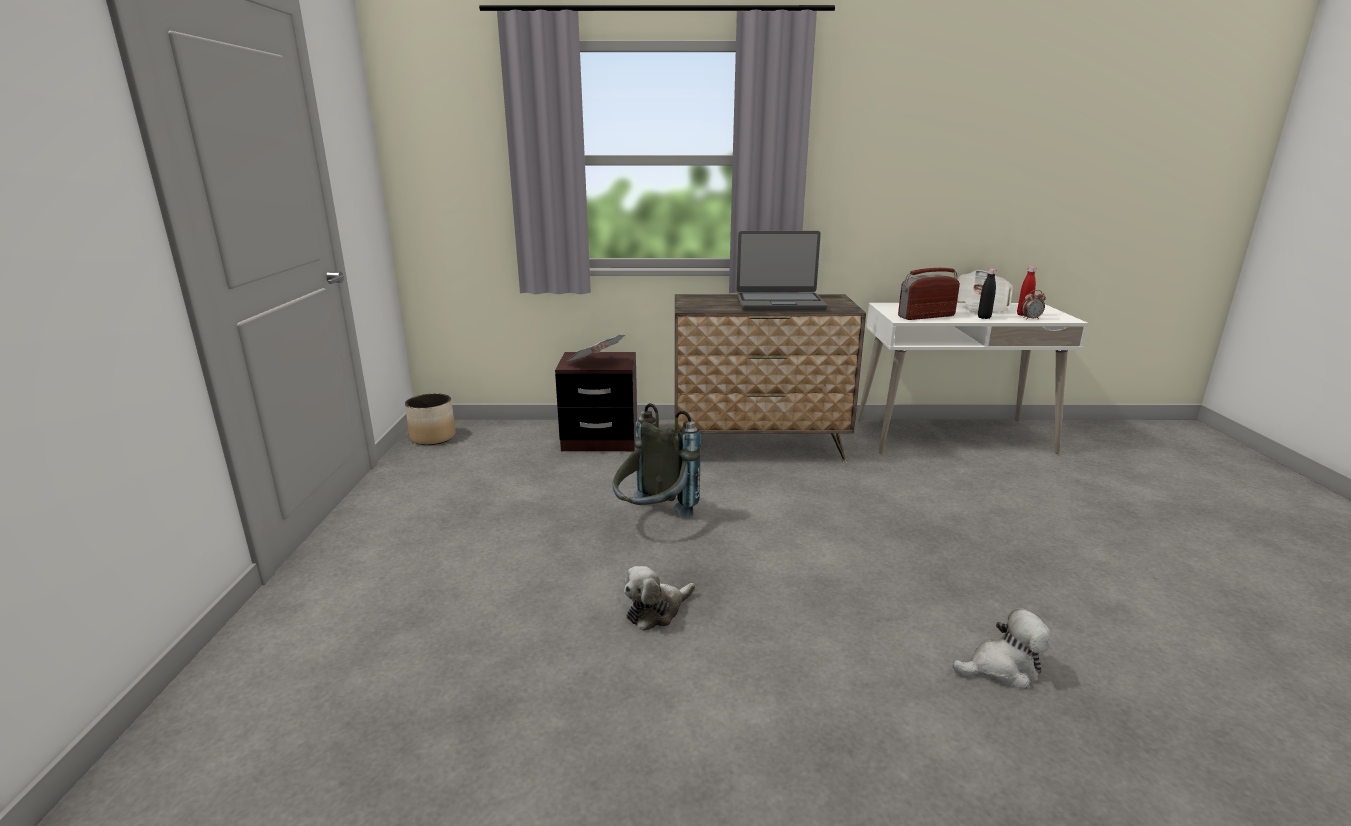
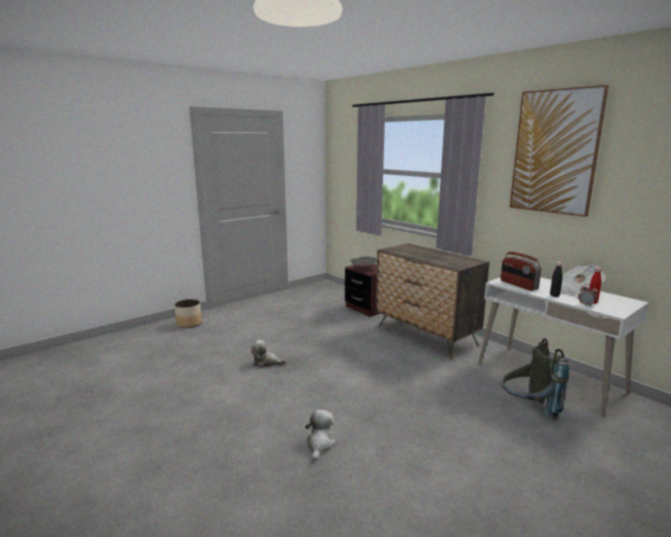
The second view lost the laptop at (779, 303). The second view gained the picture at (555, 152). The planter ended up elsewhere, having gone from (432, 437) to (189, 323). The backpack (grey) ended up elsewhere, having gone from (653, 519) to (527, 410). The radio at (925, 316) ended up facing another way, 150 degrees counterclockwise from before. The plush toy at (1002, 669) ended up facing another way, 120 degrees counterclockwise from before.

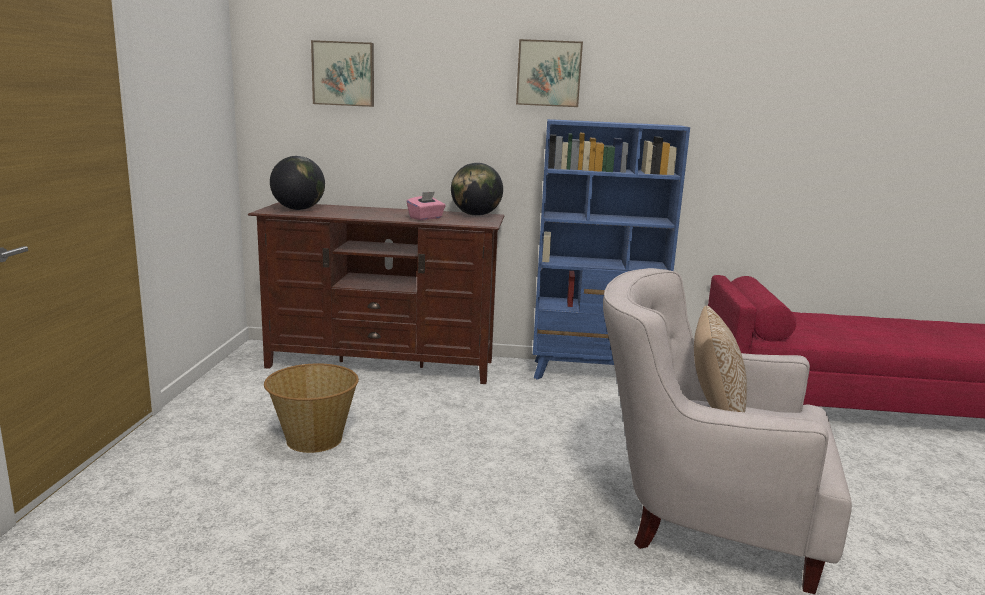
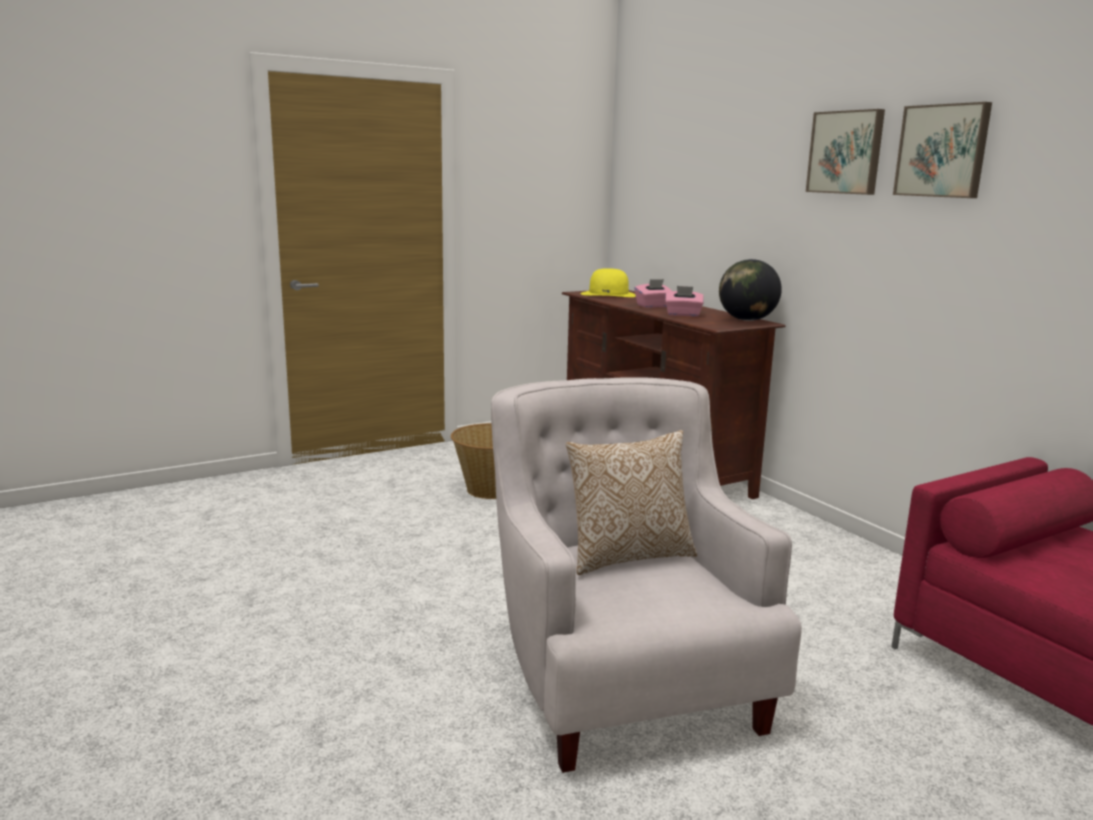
The second view lost the bookcase (blue) at (594, 374). The second view gained the tissue box (pink) at (653, 306). The picture ended up elsewhere, having gone from (344, 74) to (943, 151). Where the globe stood at (298, 209), the hat (yellow) came to stand at (609, 294).

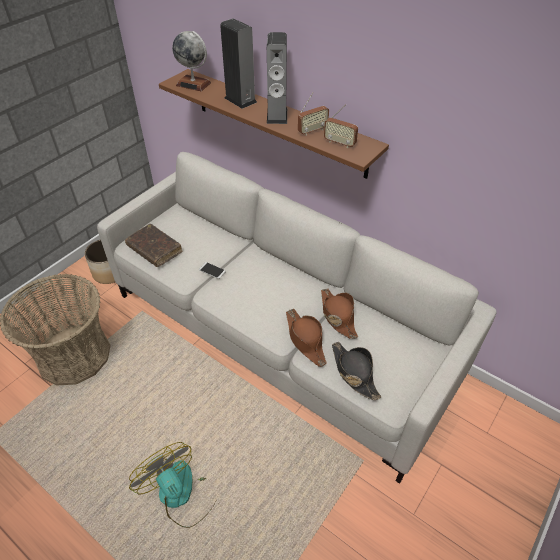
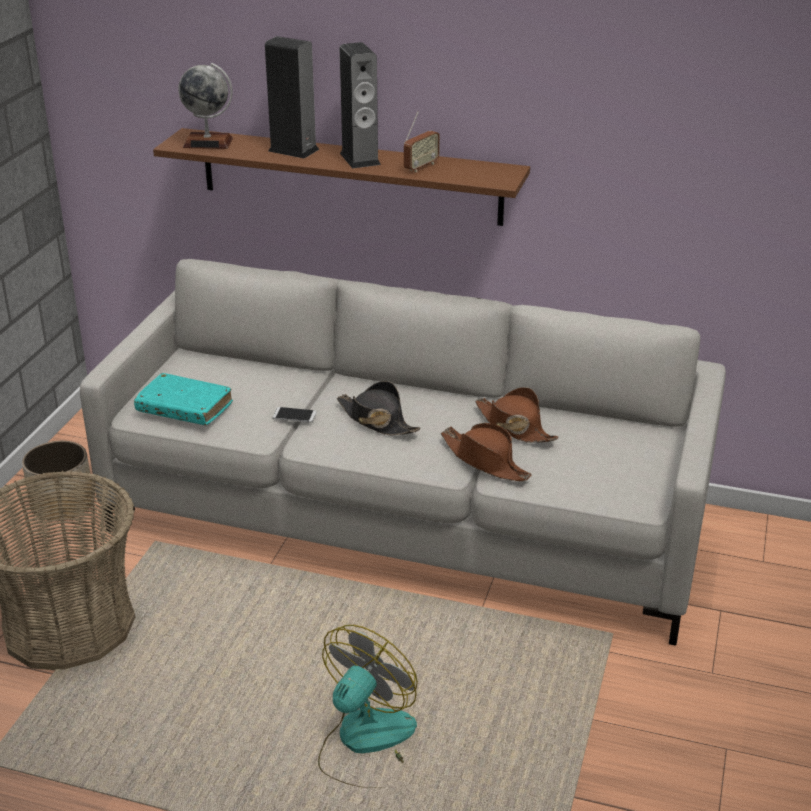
The second view lost the radio at (339, 143). The hat (black) ended up elsewhere, having gone from (354, 373) to (376, 420). What was the book (brown) at (154, 249) turned into the book (turquoise) at (184, 408). The fan at (182, 494) ended up facing another way, 90 degrees clockwise from before.

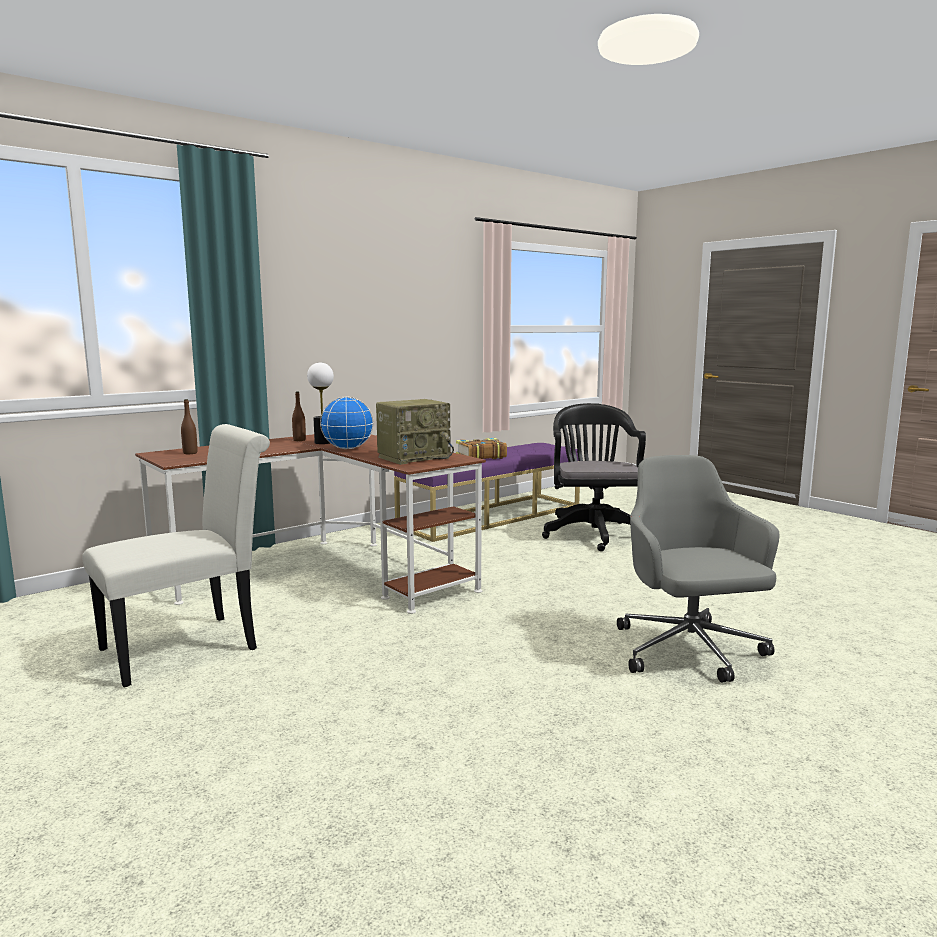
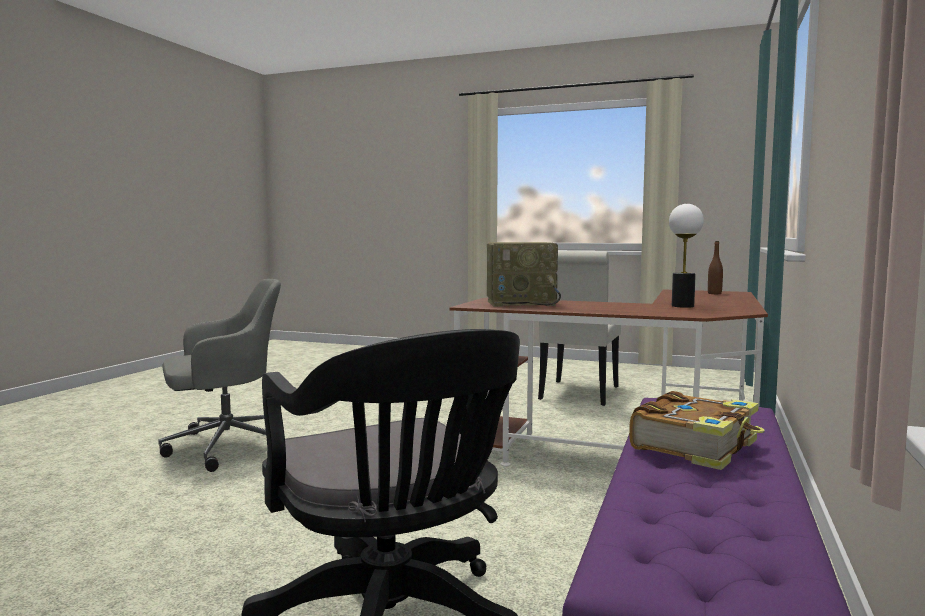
The second view lost the bottle (brown) at (299, 440). The second view lost the globe at (348, 448). The radio at (414, 457) ended up facing another way, 120 degrees counterclockwise from before. The office chair (grey) at (689, 651) ended up facing another way, 75 degrees counterclockwise from before.

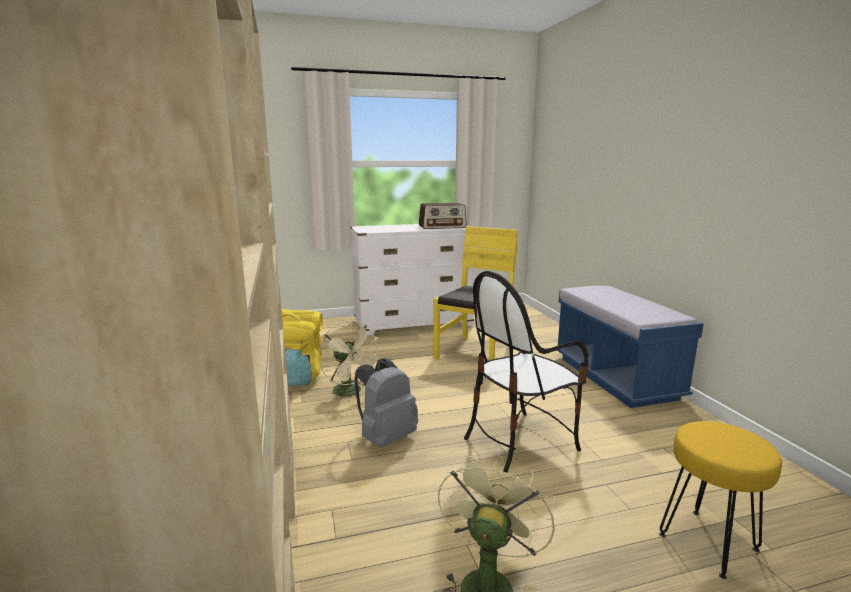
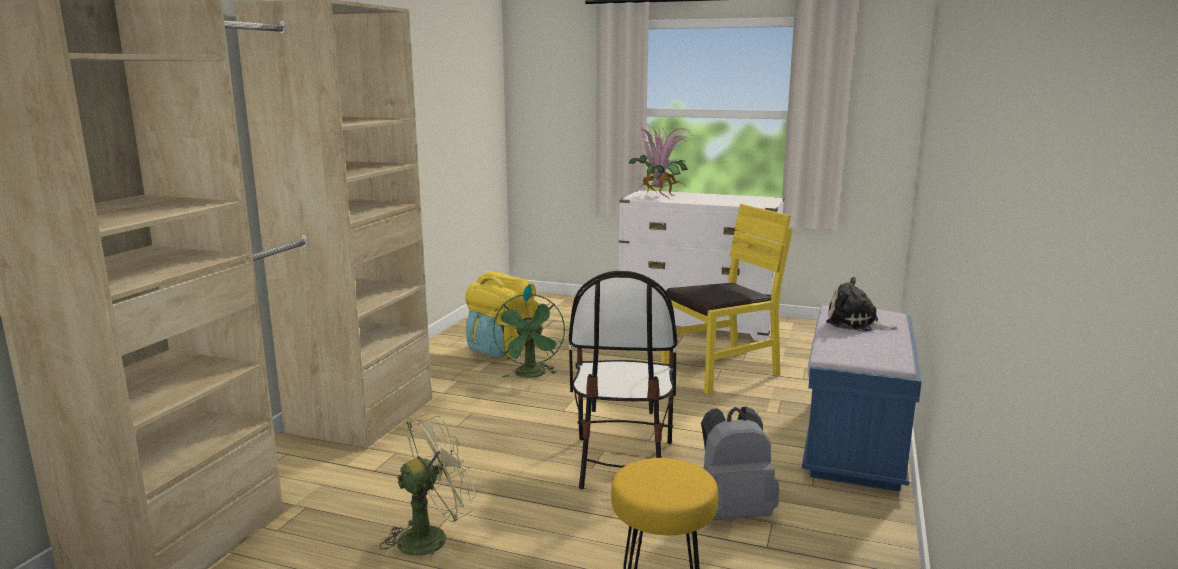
The second view lost the radio at (442, 227). The second view gained the potted plant at (658, 196). The second view gained the plush toy at (856, 323). The backpack (grey) ended up elsewhere, having gone from (385, 437) to (732, 512). What was the fan (beige) at (351, 392) turned into the fan (green) at (531, 375). The chair at (519, 441) ended up facing another way, 90 degrees counterclockwise from before.

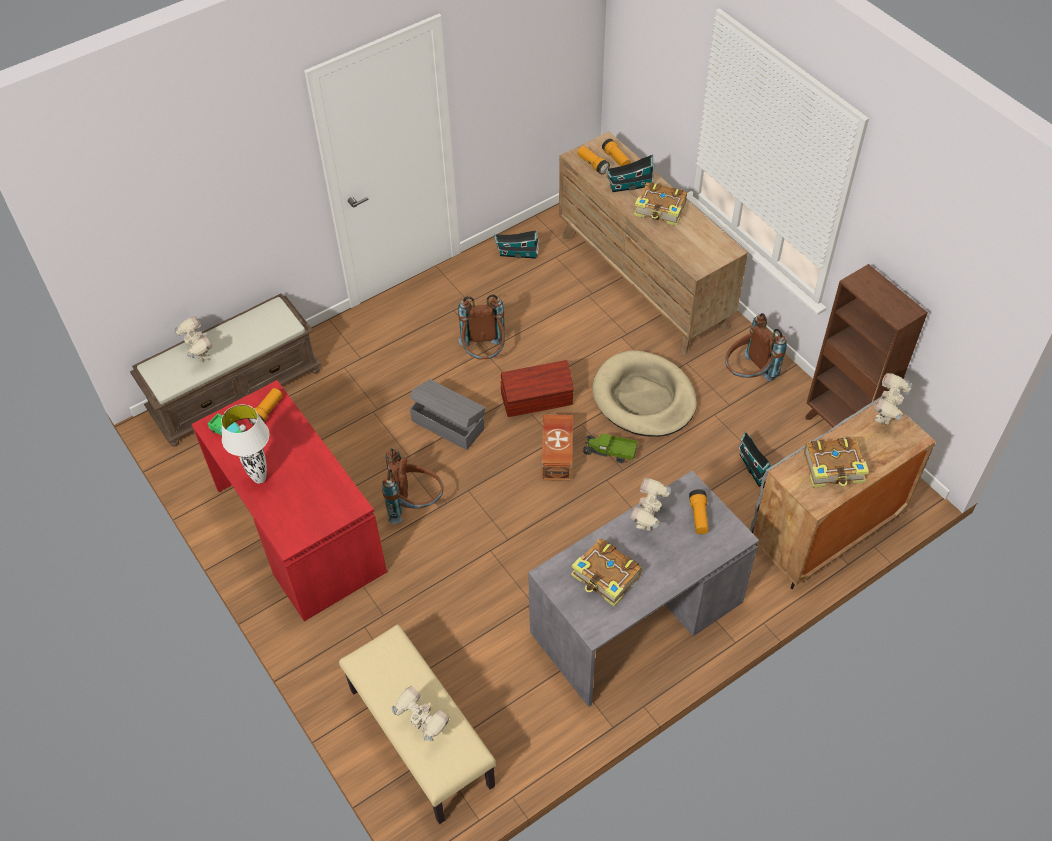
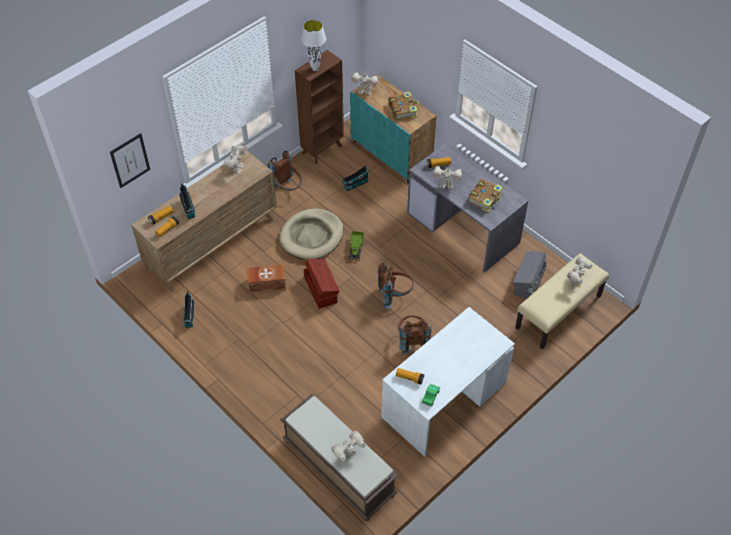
The second view lost the book at (661, 210). The second view gained the picture at (130, 160). The second view gained the toy robot at (237, 168). The table lamp (white) ended up elsewhere, having gone from (260, 479) to (315, 69). The storage box (grey) ended up elsewhere, having gone from (448, 424) to (528, 282). The backpack (brown) ended up elsewhere, having gone from (484, 354) to (395, 295). The storage box (brown) ended up elsewhere, having gone from (558, 455) to (266, 283). What was the desk (red) at (298, 530) turned into the desk (white) at (444, 401). What was the cabinet (grey) at (825, 531) turned into the cabinet (turquoise) at (392, 155).

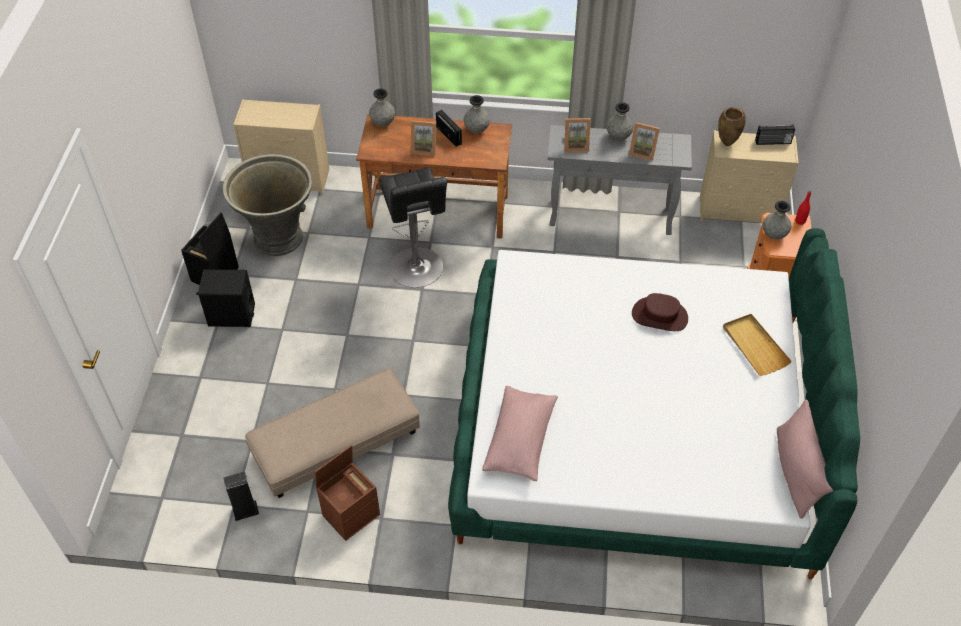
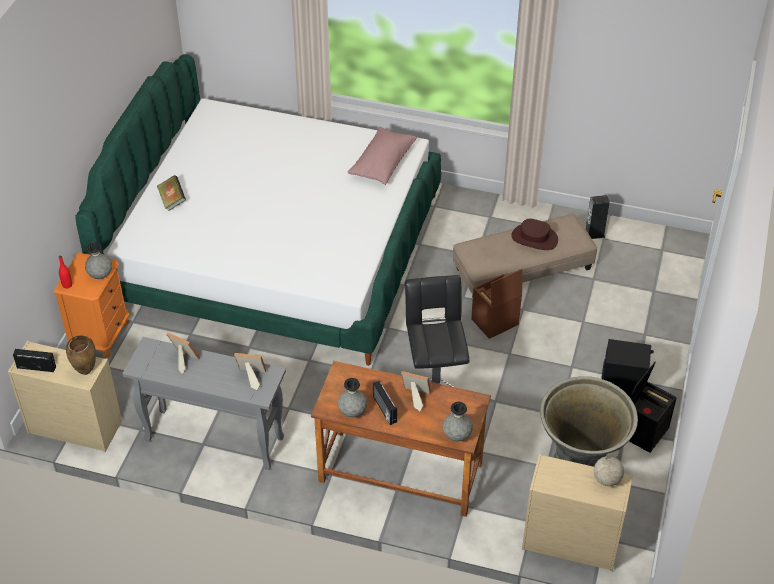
The second view lost the vase (grey) at (618, 137). The second view lost the pillow (pink) at (796, 472). The second view gained the globe at (607, 480). The storage box (brown) ended up elsewhere, having gone from (351, 514) to (494, 322). The hat (brown) ended up elsewhere, having gone from (659, 316) to (534, 238). Where the tray (beige) stood at (754, 346), the book came to stand at (172, 200).

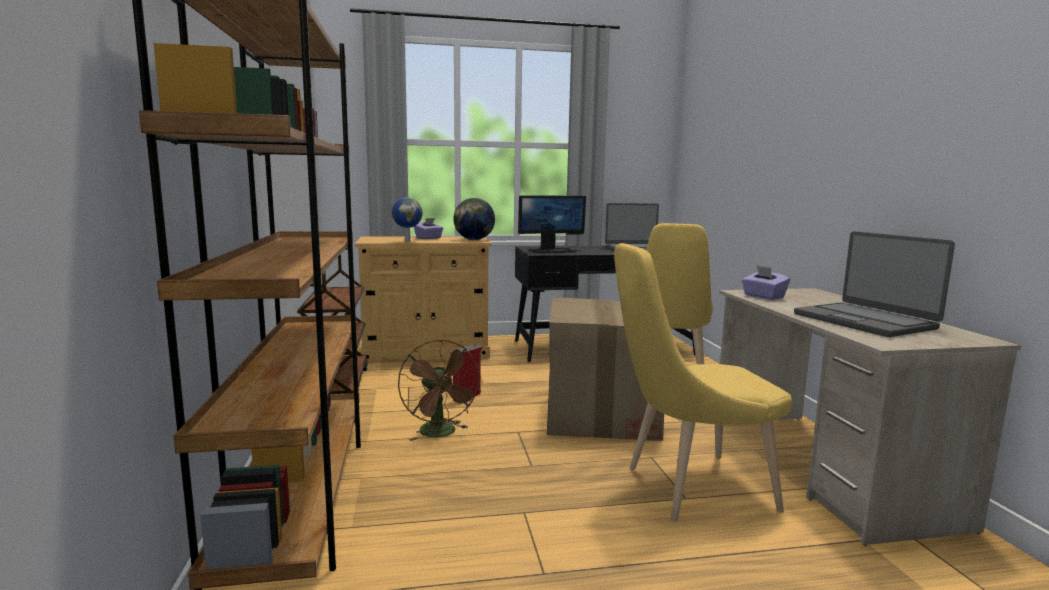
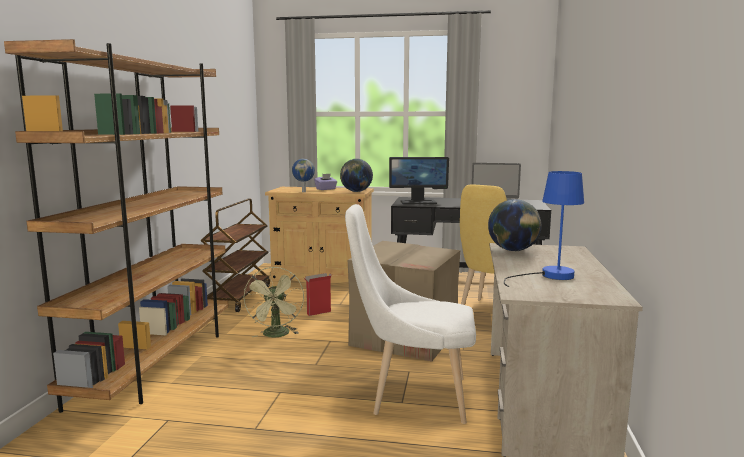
Where the tissue box (purple) stood at (763, 296), the globe came to stand at (513, 250). Where the laptop stood at (864, 321), the table lamp (blue) came to stand at (549, 276). What was the fan (brown) at (441, 434) turned into the fan (green) at (276, 335). What was the chair (yellow) at (689, 489) turned into the chair (white) at (412, 396).

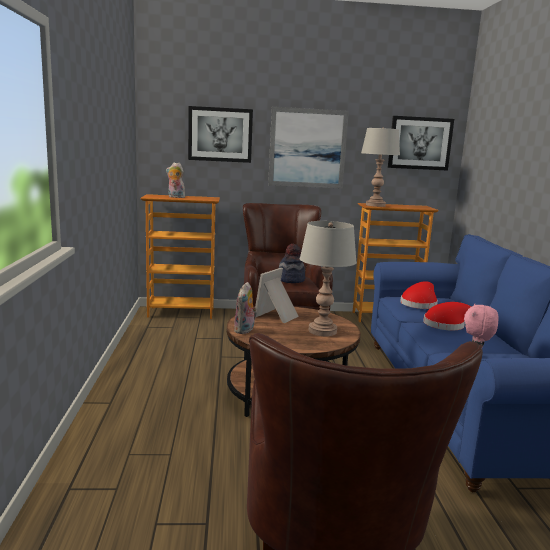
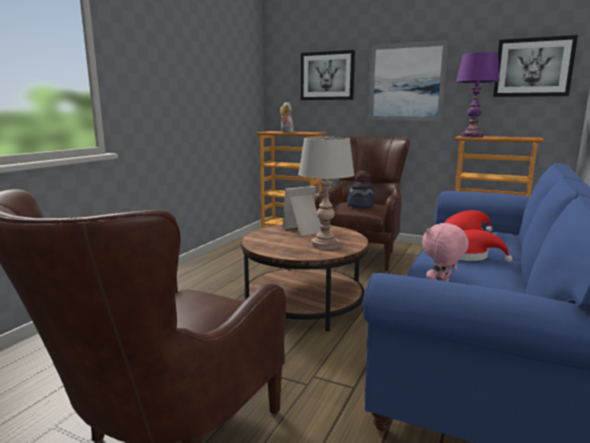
The second view lost the plush toy at (245, 330). What was the table lamp (grey) at (375, 205) turned into the table lamp (purple) at (471, 136).

